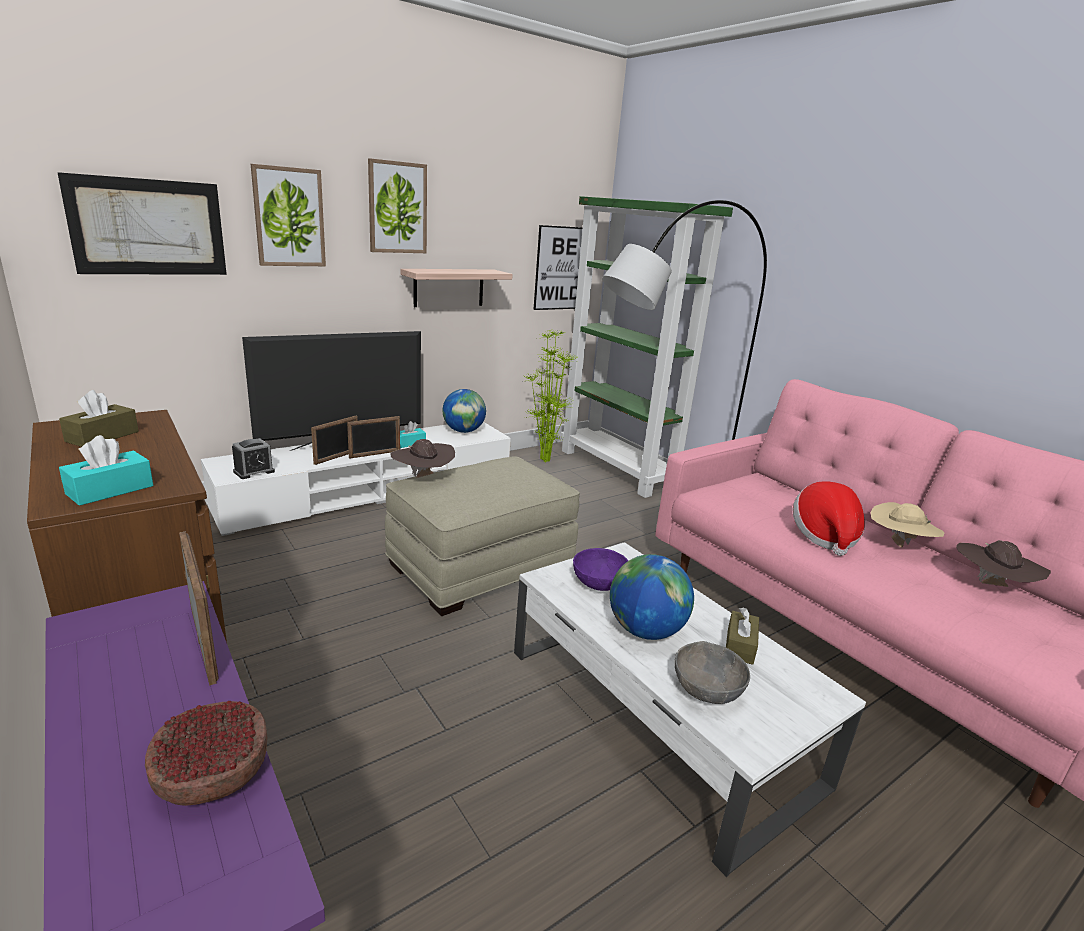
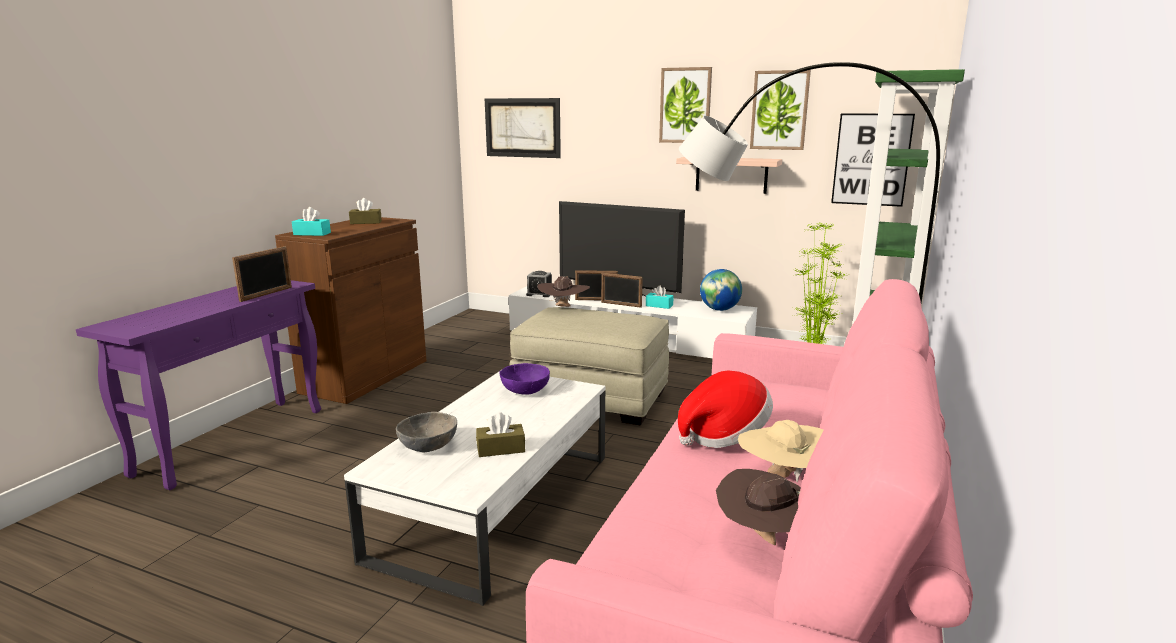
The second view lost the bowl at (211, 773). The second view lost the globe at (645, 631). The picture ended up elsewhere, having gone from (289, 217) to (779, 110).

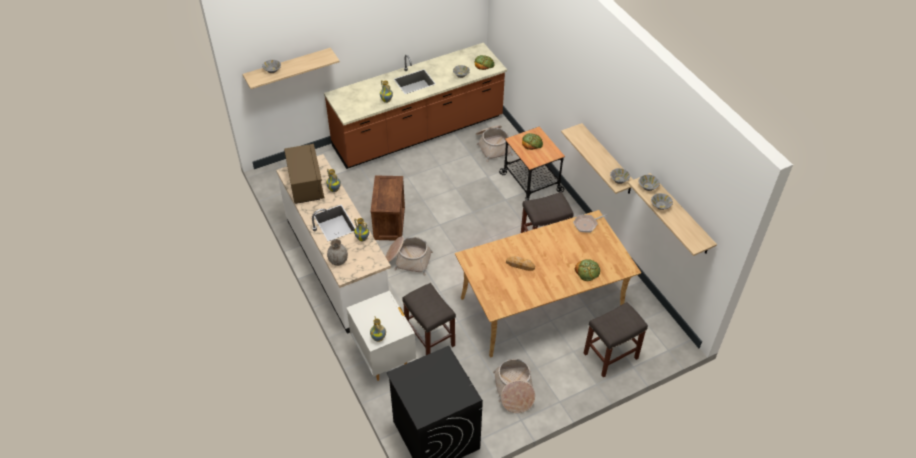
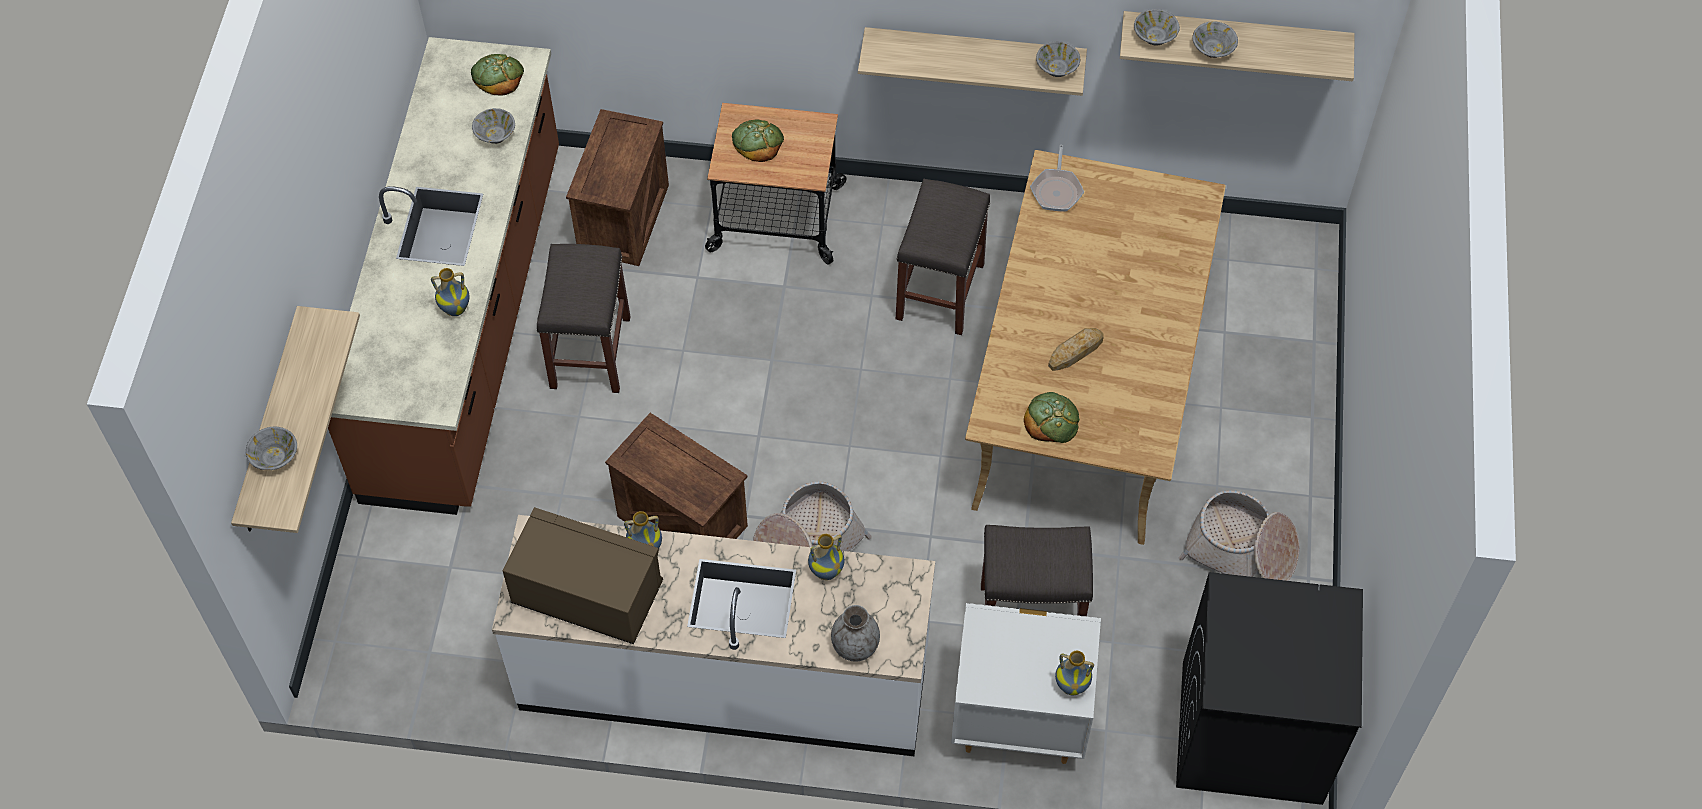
The bread ended up elsewhere, having gone from (587, 271) to (1051, 420). The stool (grey) ended up elsewhere, having gone from (610, 356) to (591, 354). Where the basket stood at (493, 146), the crate came to stand at (622, 218).

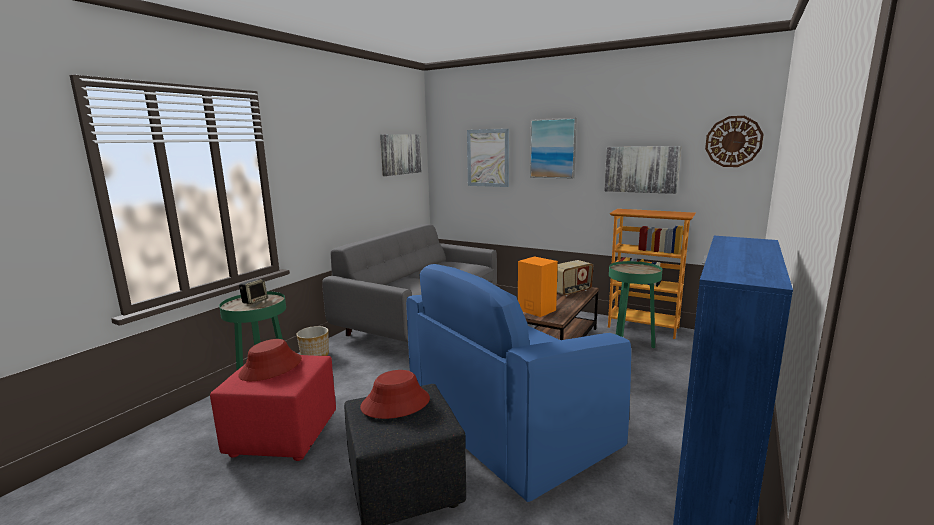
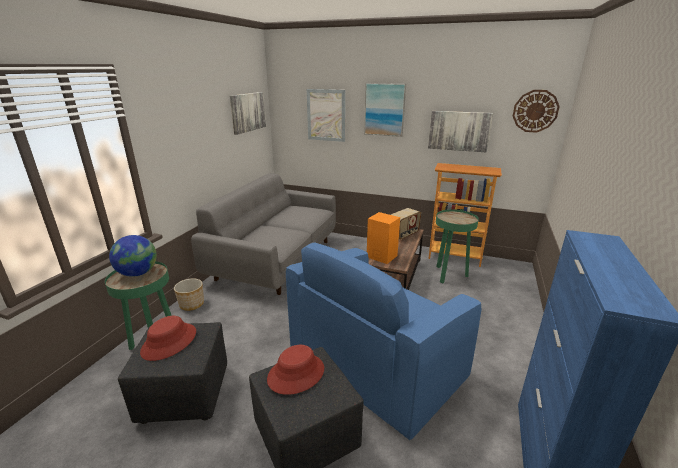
Where the speaker stood at (254, 301), the globe came to stand at (138, 273). What was the ottoman (red) at (282, 435) turned into the ottoman (black) at (184, 394).

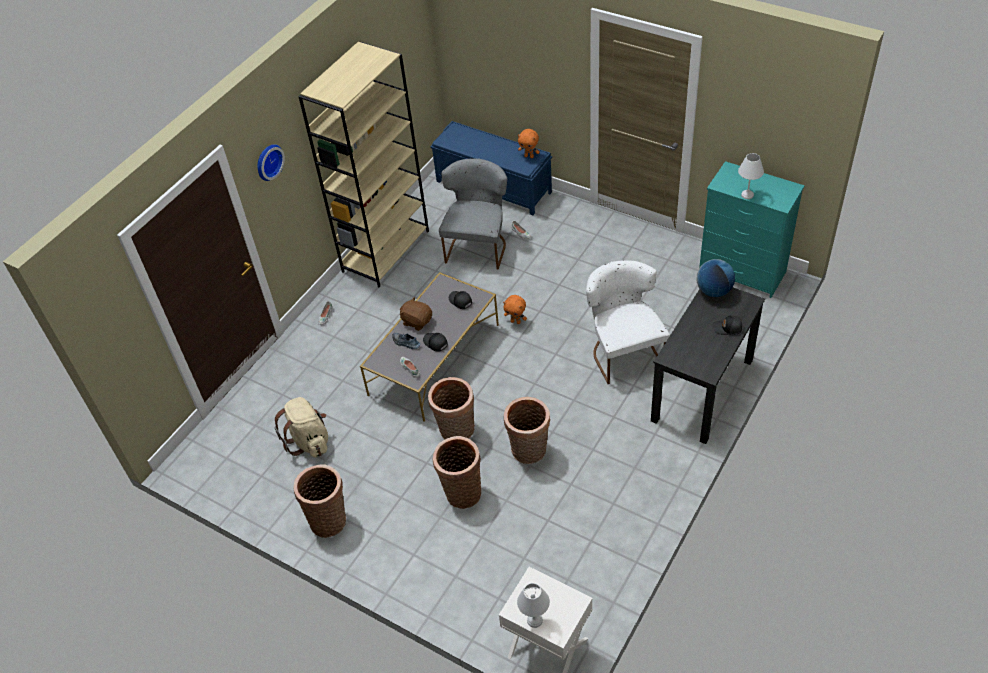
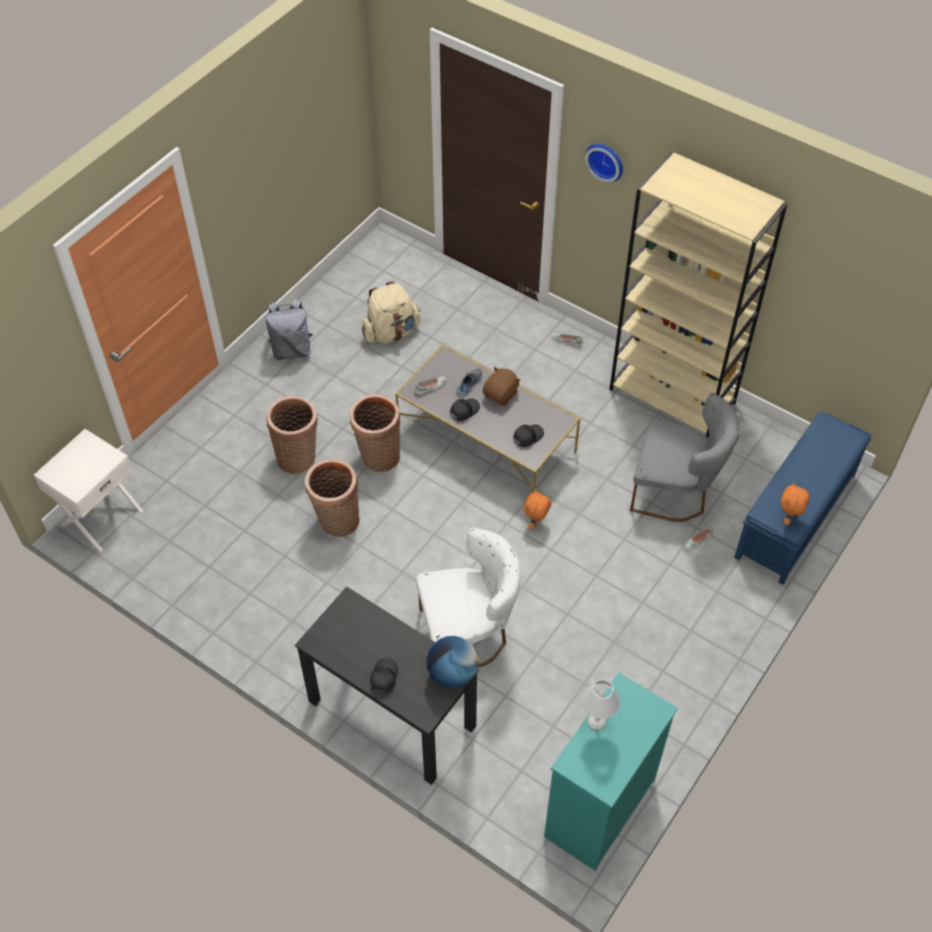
The second view lost the table lamp (white) at (535, 621). Where the basket stood at (329, 519), the backpack (grey) came to stand at (291, 350).

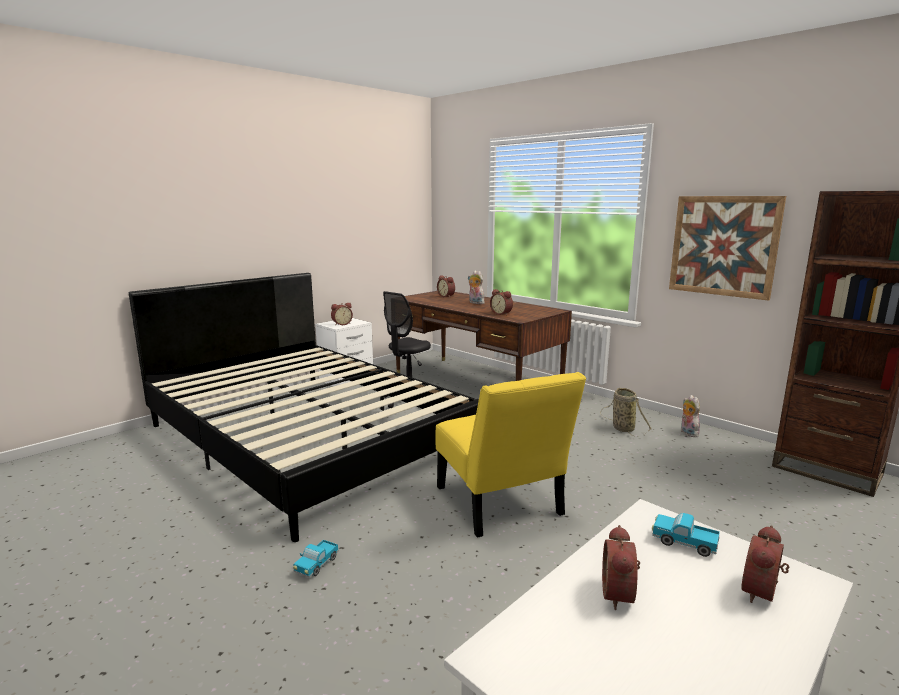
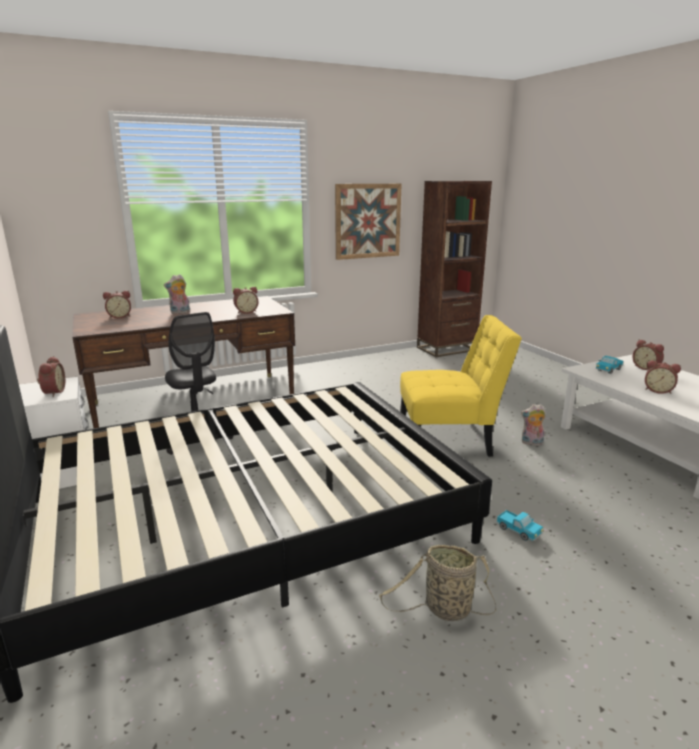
The basket ended up elsewhere, having gone from (622, 428) to (444, 610). The plush toy ended up elsewhere, having gone from (687, 433) to (531, 443).

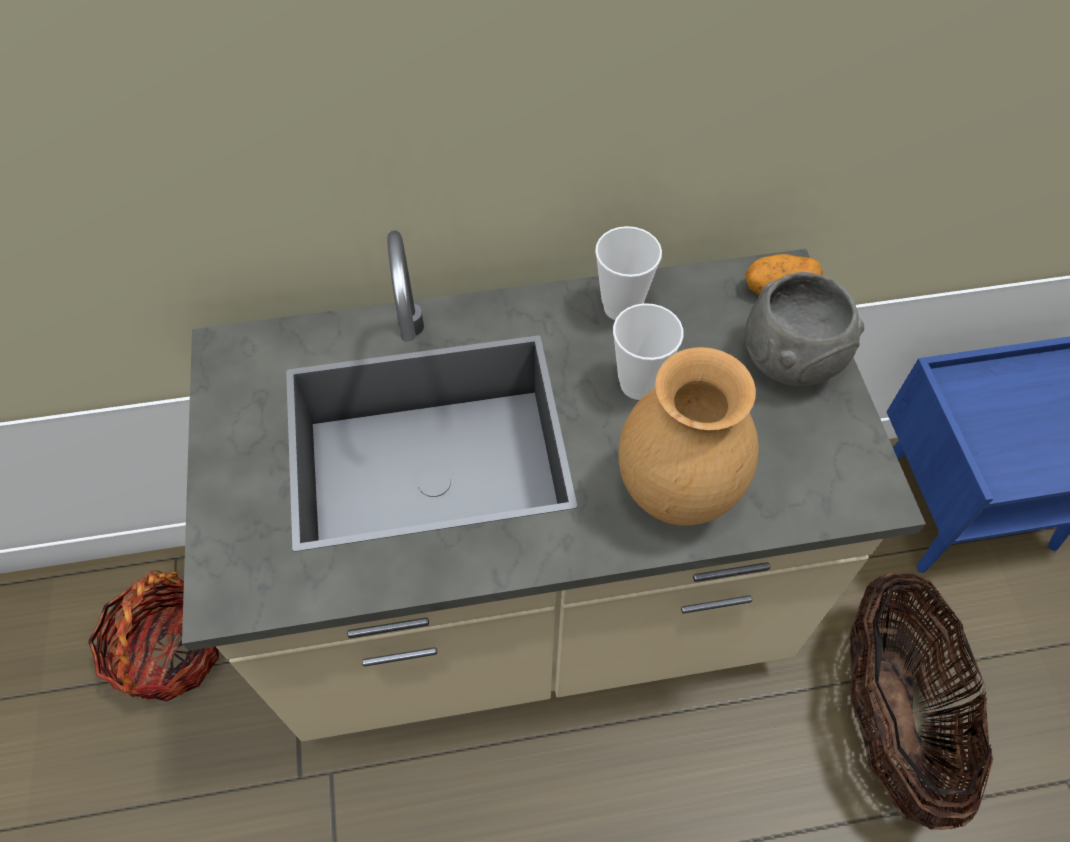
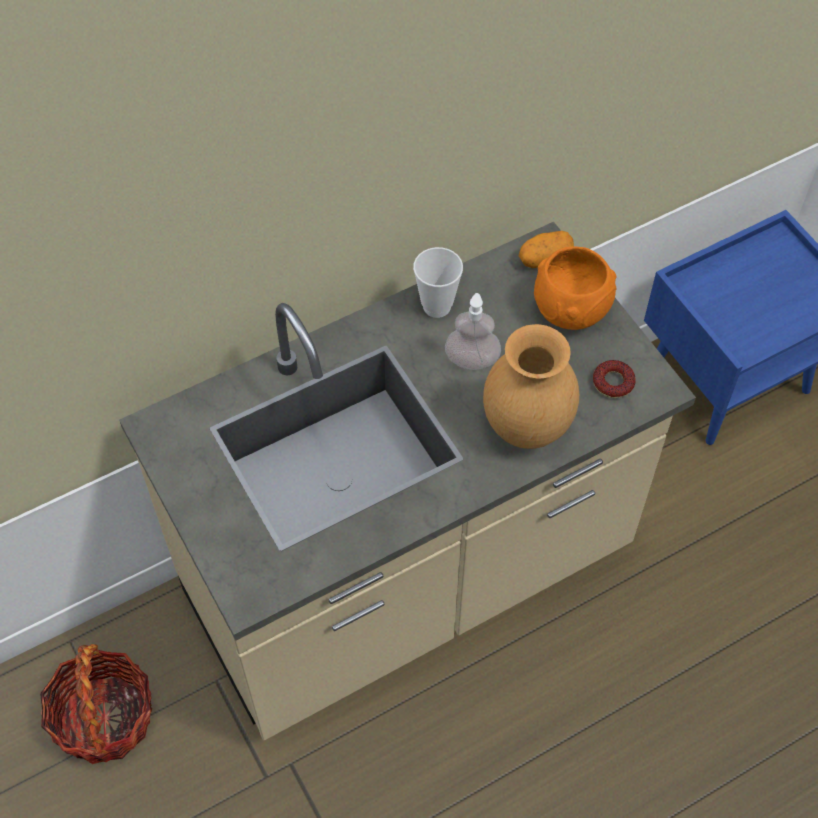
The second view lost the basket at (889, 714). The second view gained the donut at (613, 382). Where the cup stood at (639, 384), the soap dispenser came to stand at (472, 360). What was the bowl (grey) at (788, 359) turned into the bowl (orange) at (569, 310).

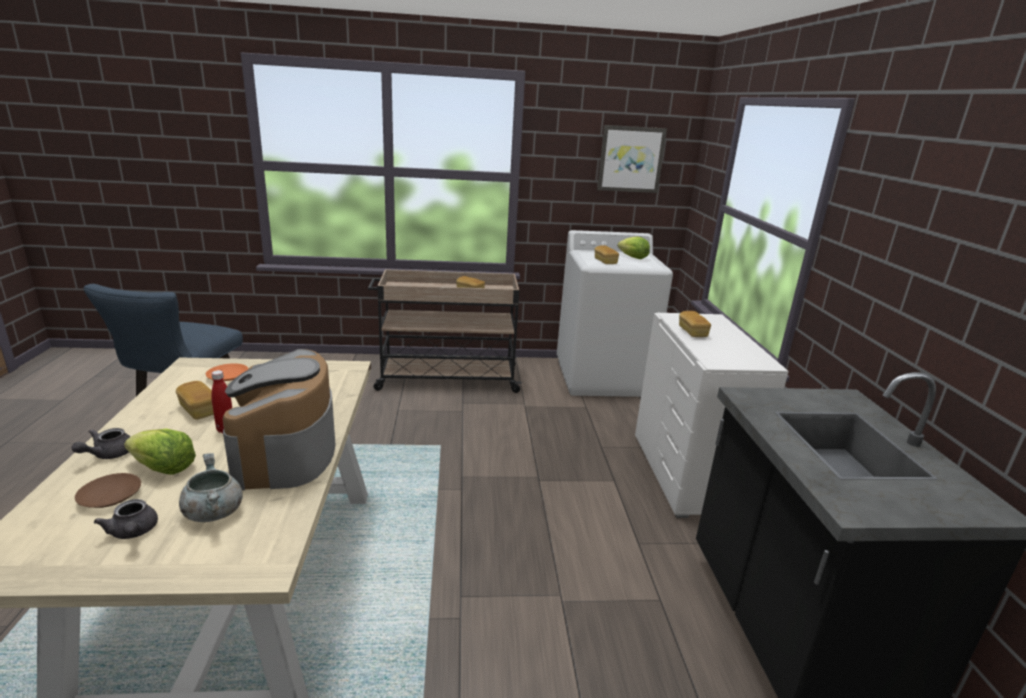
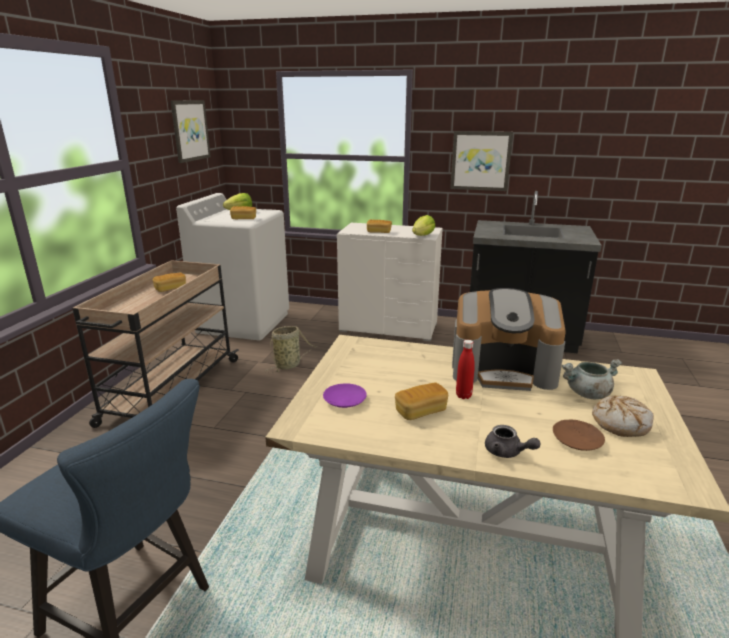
The second view gained the basket at (289, 365). The second view gained the picture at (480, 161). The lettuce ended up elsewhere, having gone from (163, 468) to (422, 235). Where the teapot (grey) stood at (133, 532), the bread came to stand at (621, 423). What was the plate (orange) at (227, 377) turned into the plate (purple) at (345, 400).

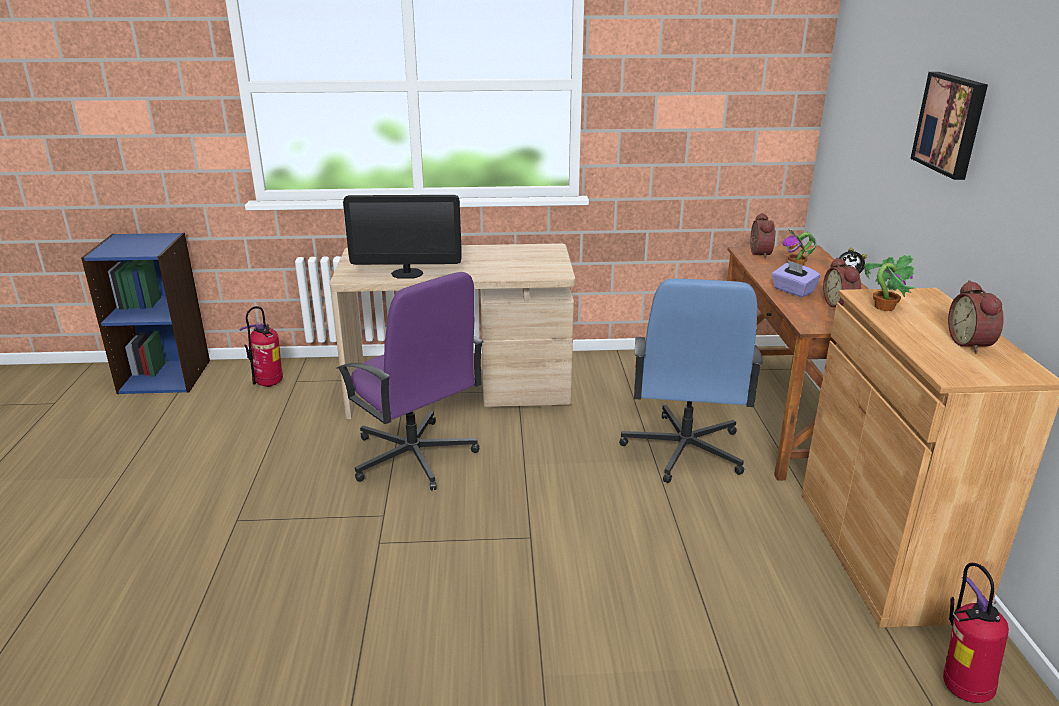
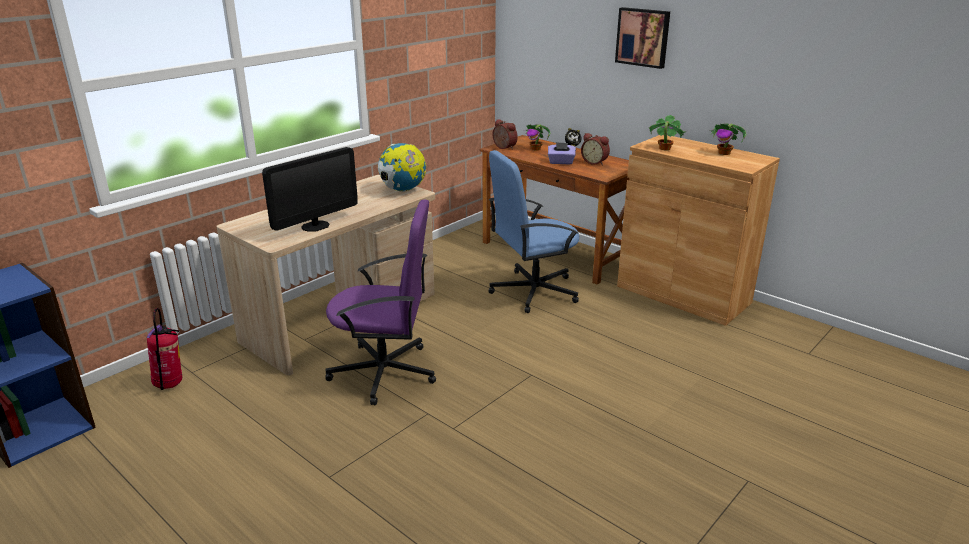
The second view lost the fire extinguisher at (960, 688). The second view gained the globe at (402, 190). Where the alarm clock stood at (972, 344), the potted plant came to stand at (724, 153). The office chair (blue) at (683, 450) ended up facing another way, 105 degrees clockwise from before.

